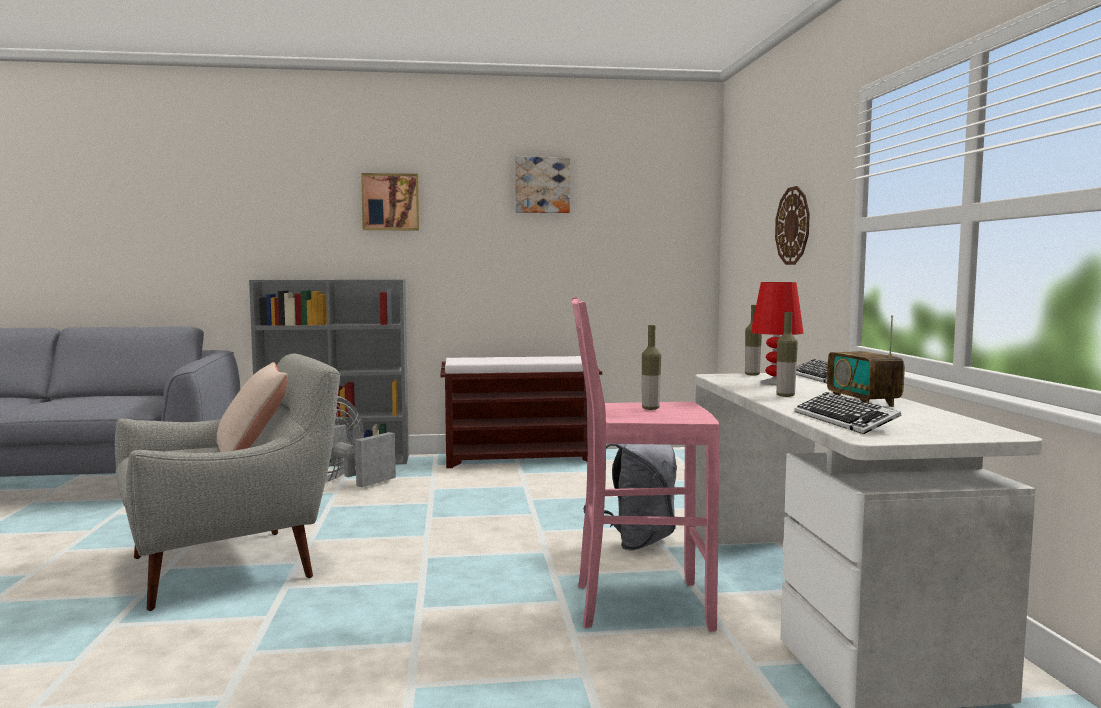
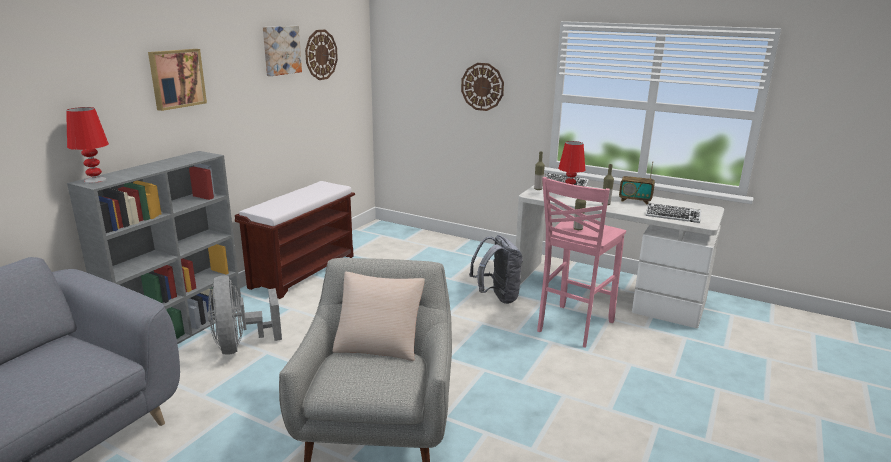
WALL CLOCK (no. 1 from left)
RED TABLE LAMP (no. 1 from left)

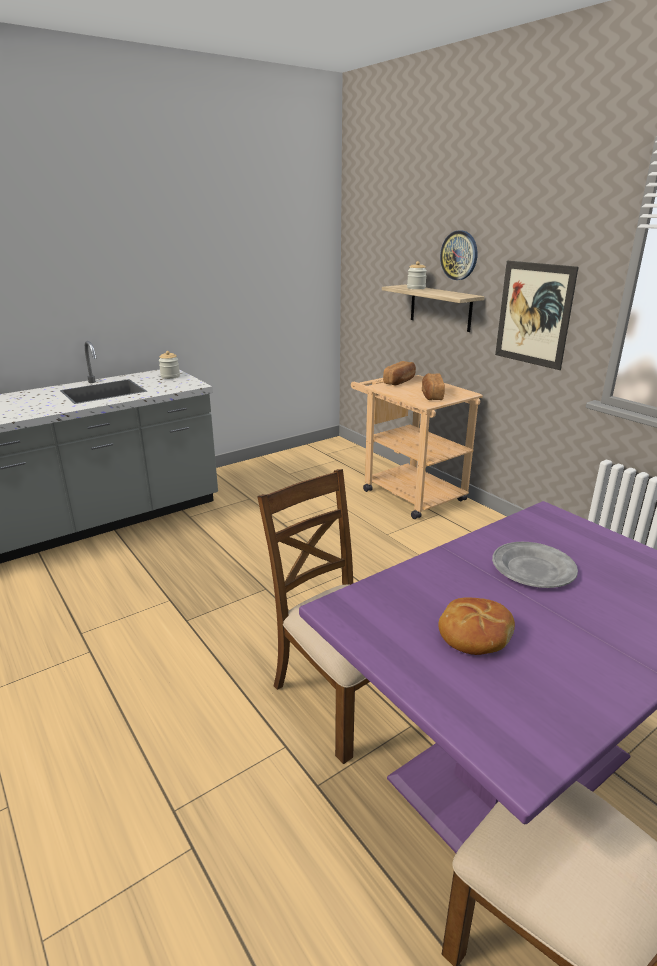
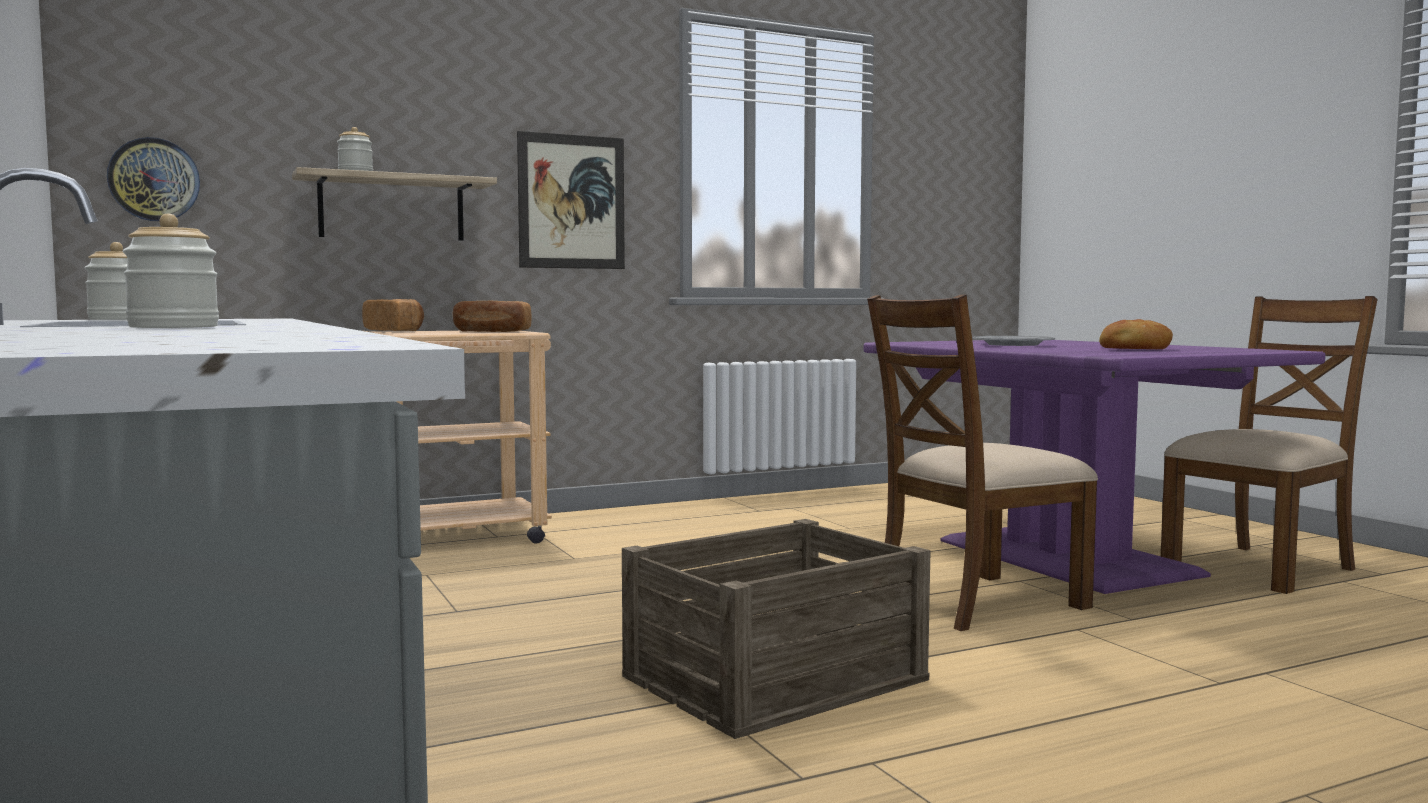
WALL CLOCK
JAR (no. 2 from left)
CRATE

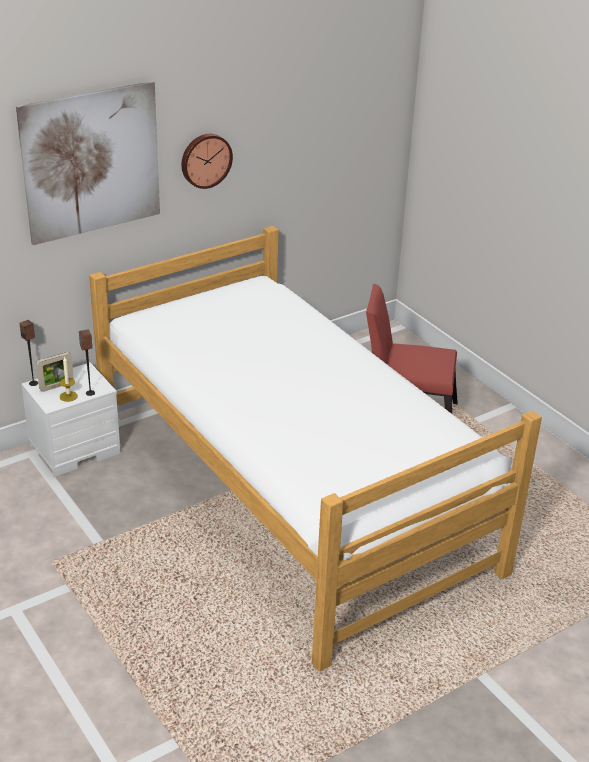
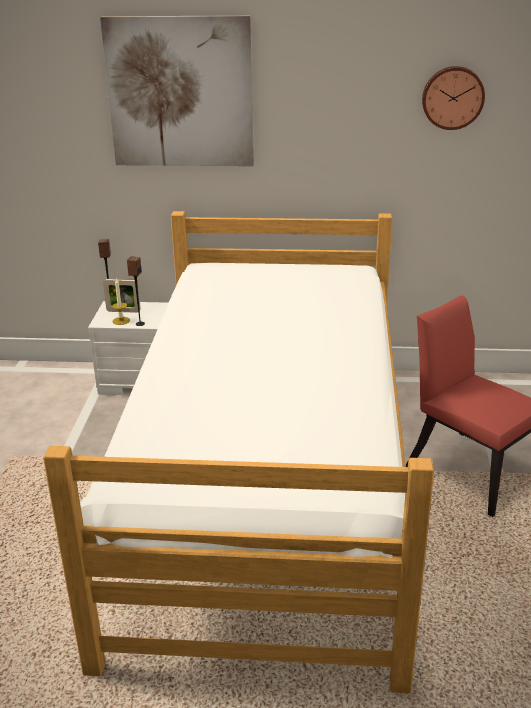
WALL CLOCK

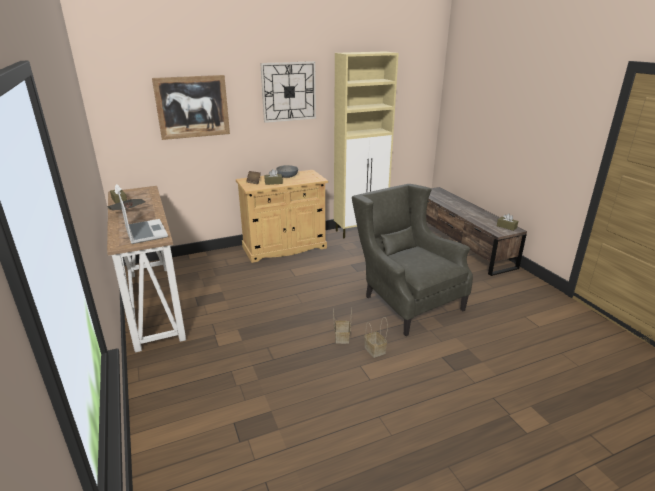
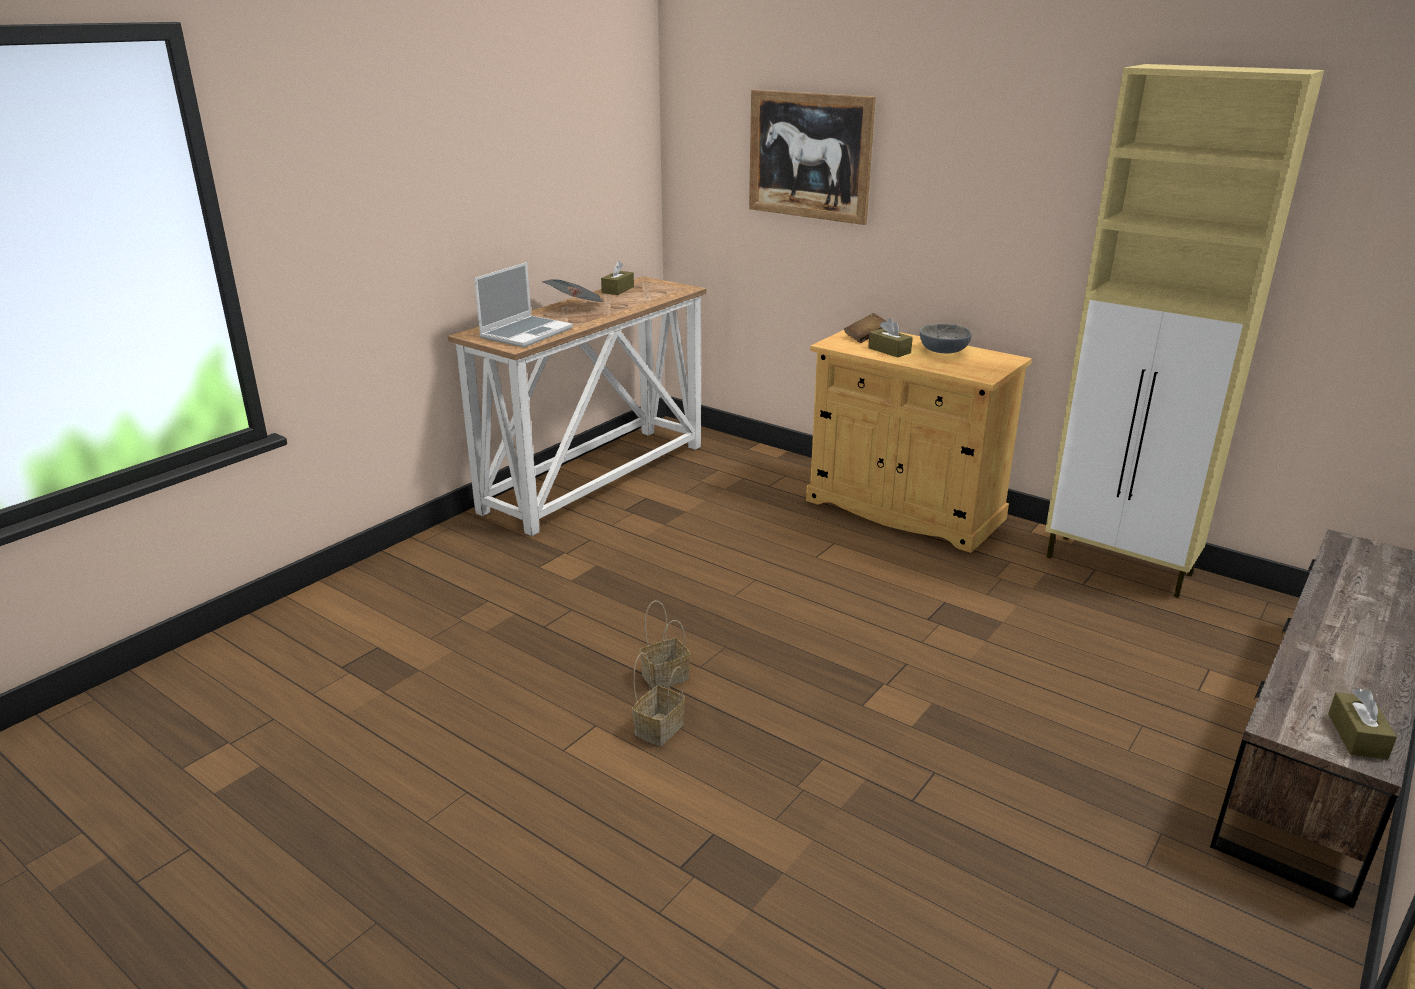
WALL CLOCK
GREY ARMCHAIR

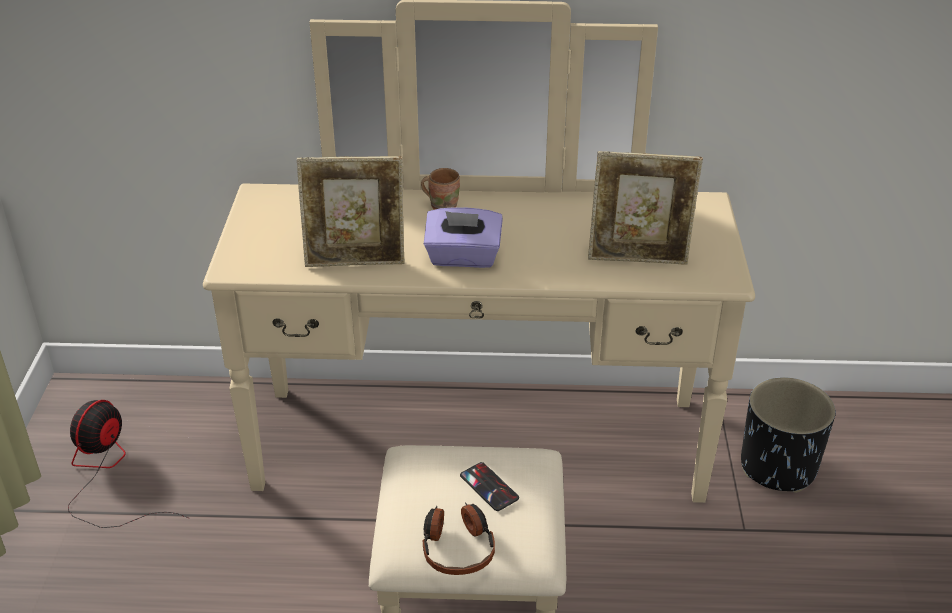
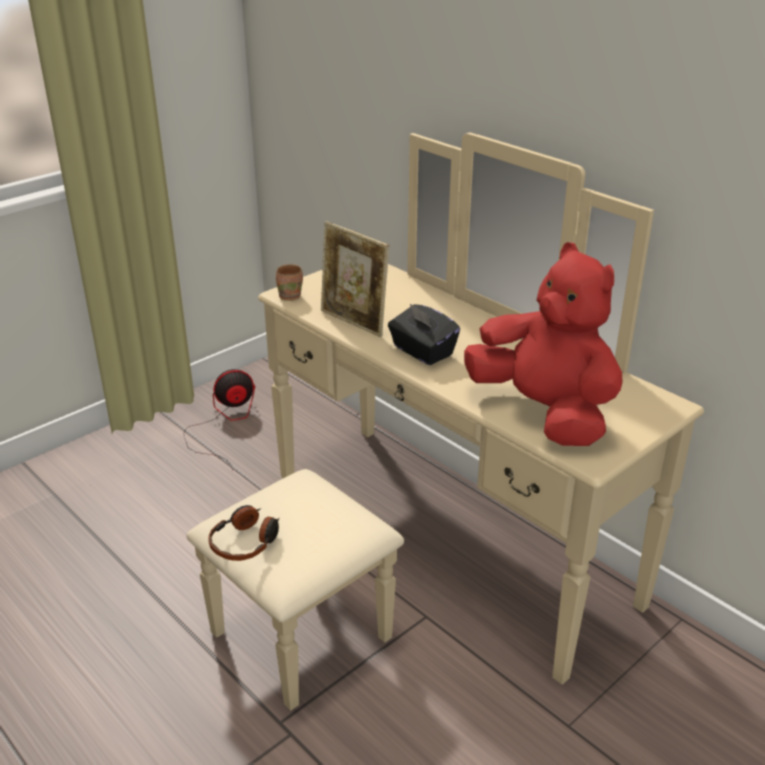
RED PLUSH TOY
BROWN MUG
BLACK TISSUE BOX
BLACK PLANTER
PHONE

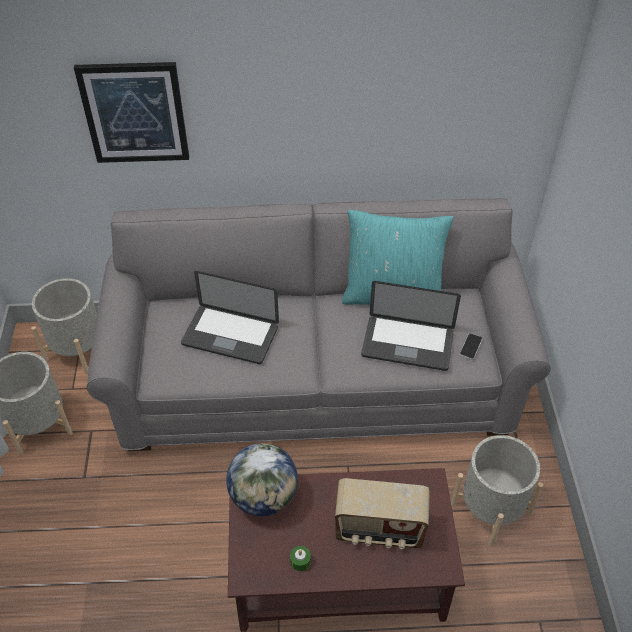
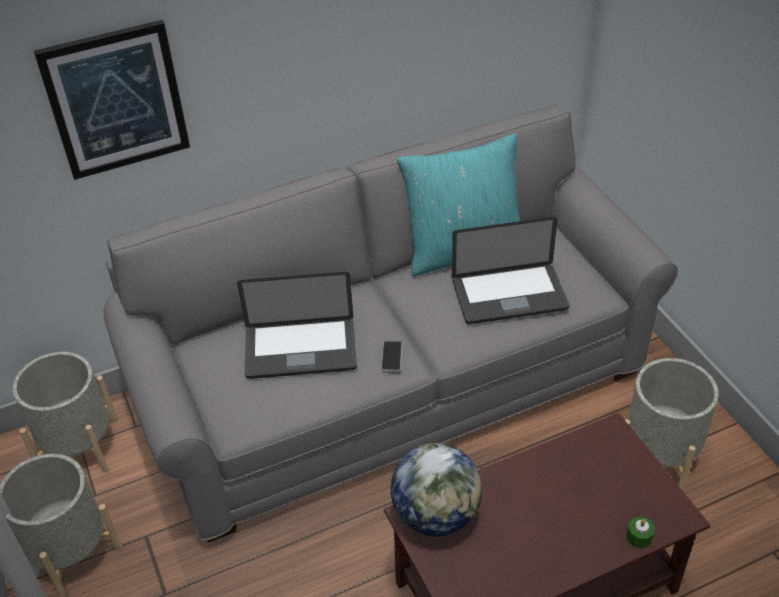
PHONE
RADIO
GREEN CANDLE

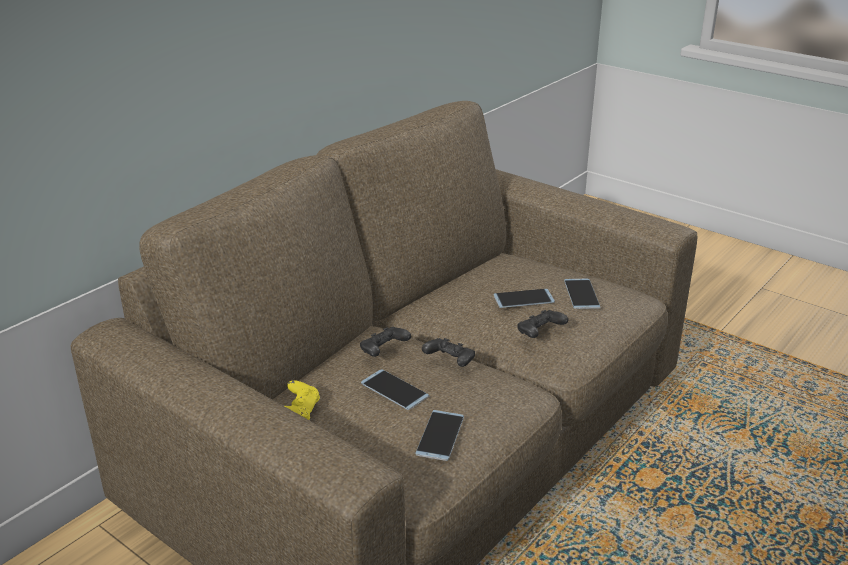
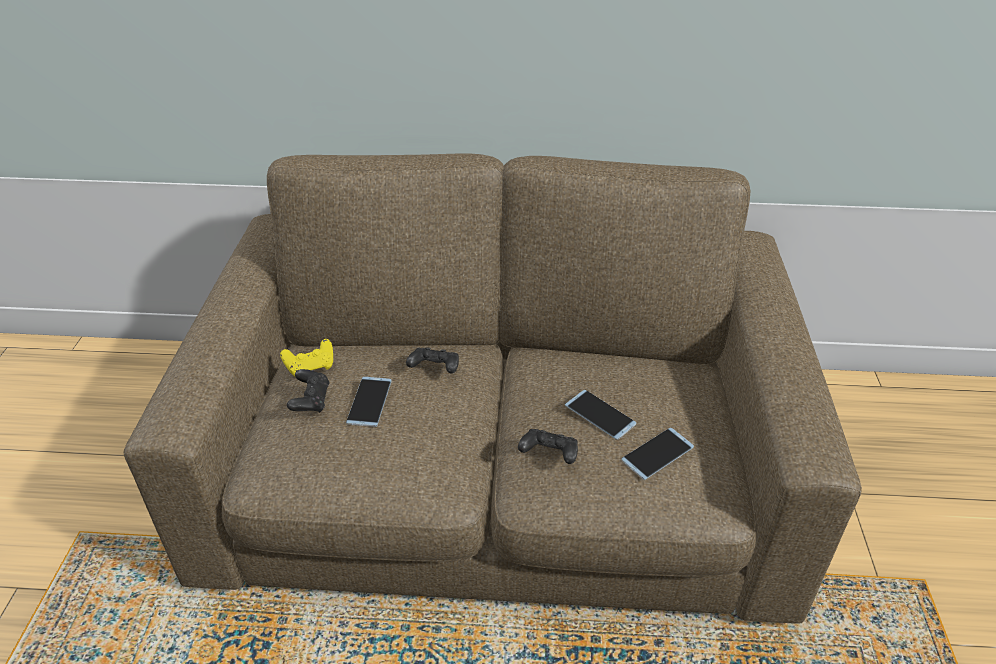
BLACK GAME CONTROLLER (no. 1 from left)
PHONE (no. 2 from left in the first image)

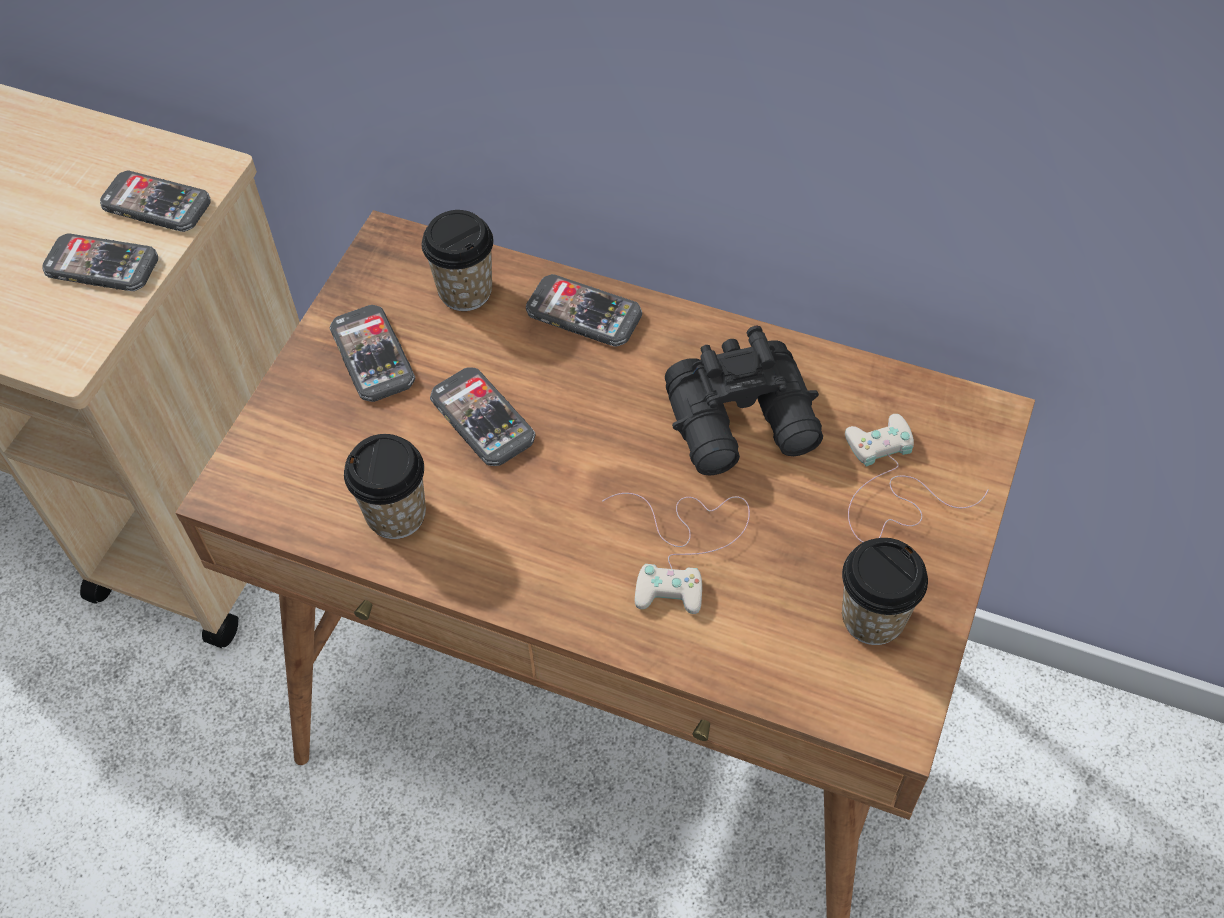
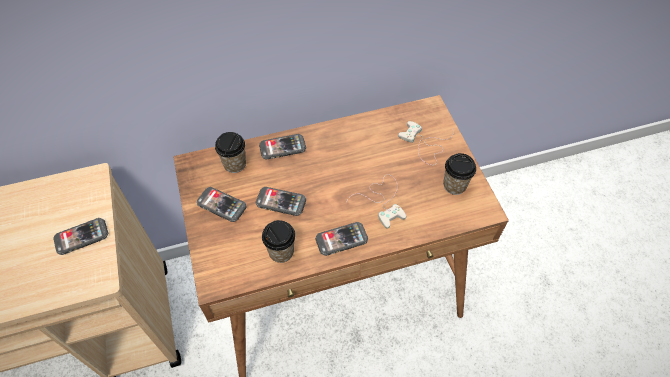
PHONE (no. 5 from left)
BLACK BINOCULARS

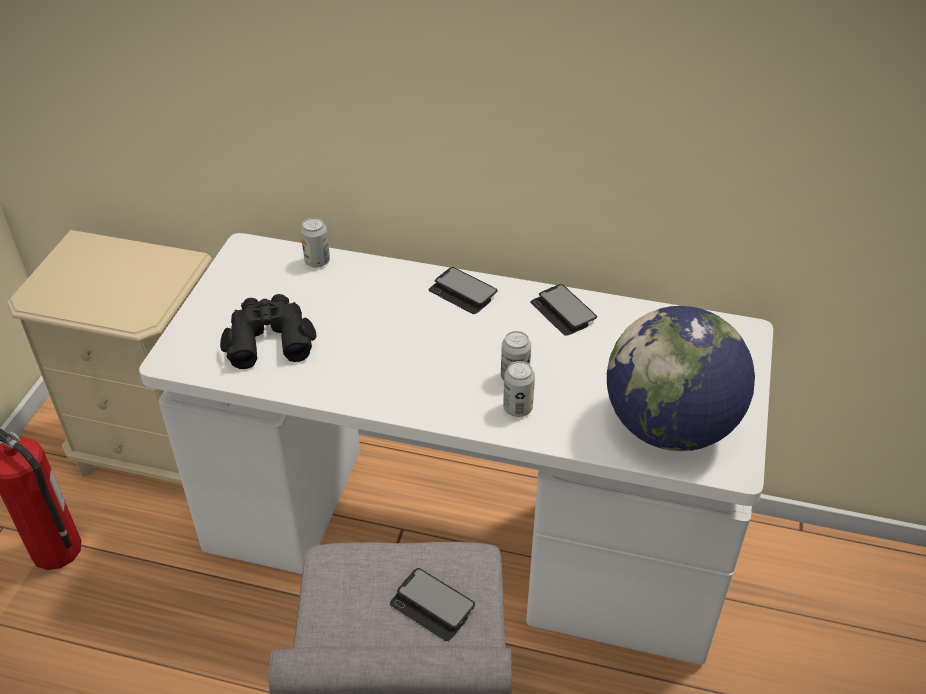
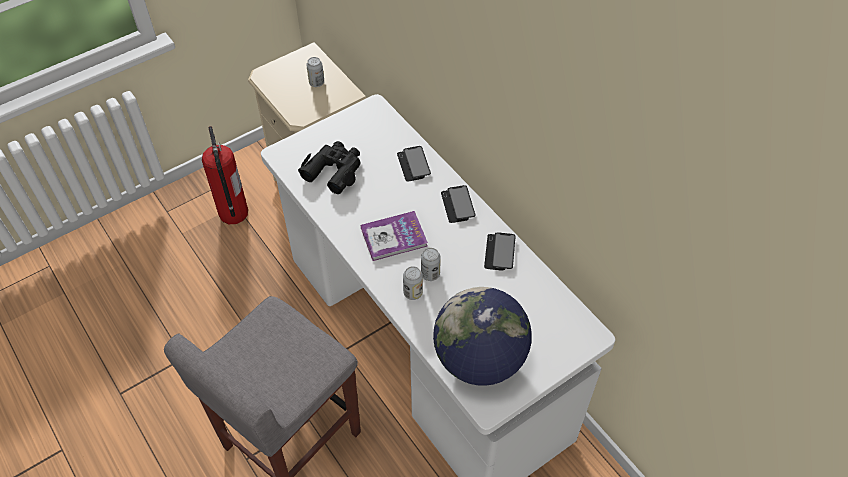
CAN (no. 1 from left)
PHONE (no. 1 from left)
BOOK

